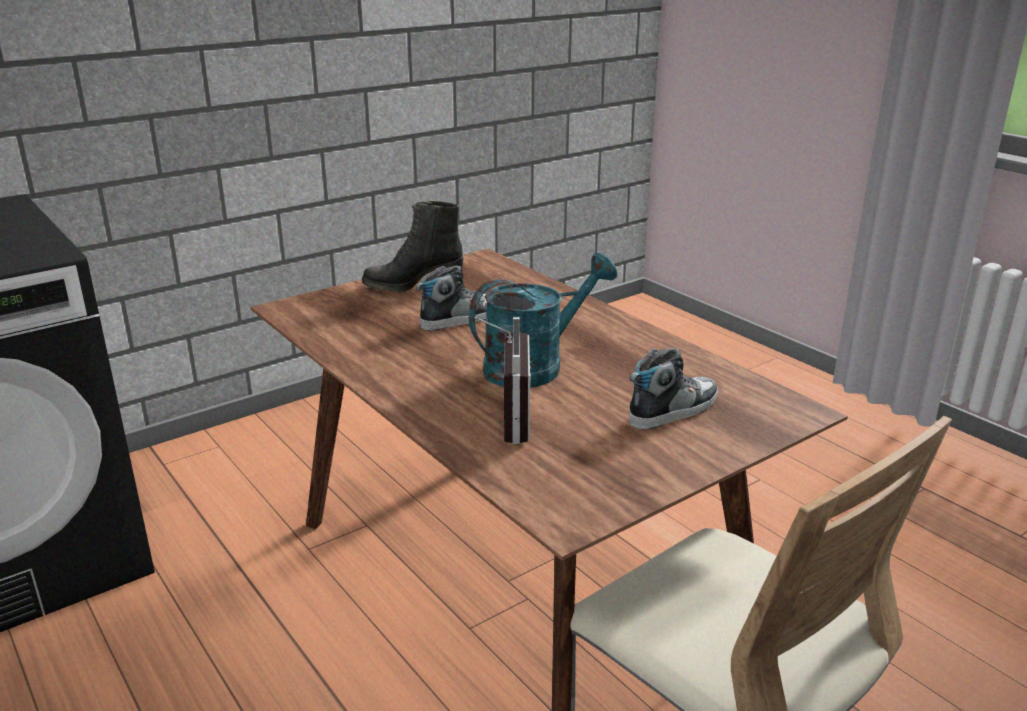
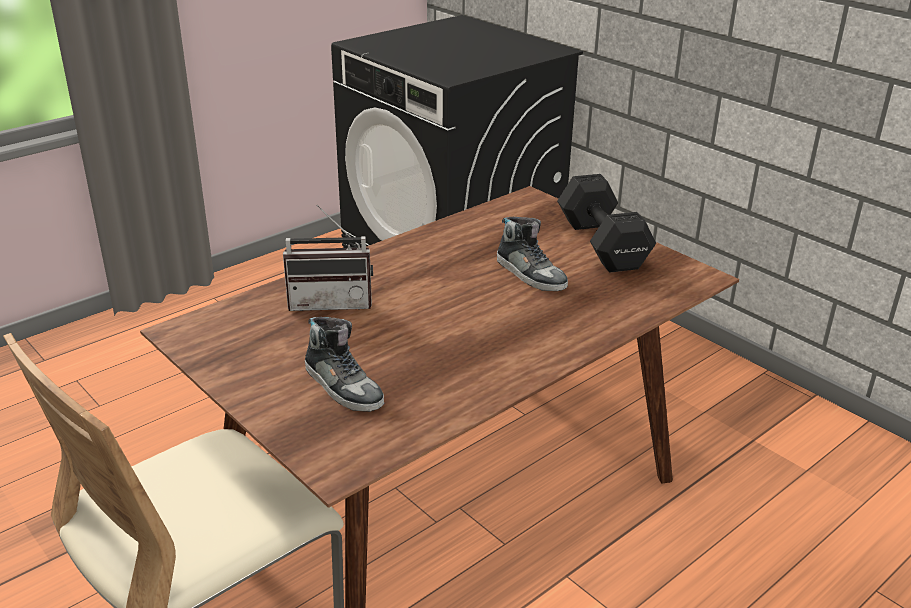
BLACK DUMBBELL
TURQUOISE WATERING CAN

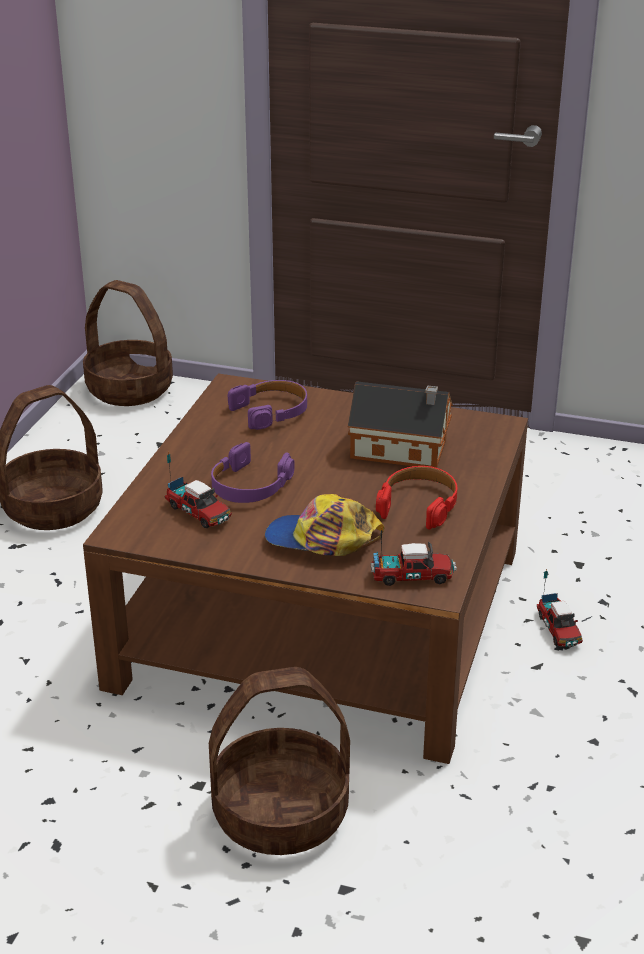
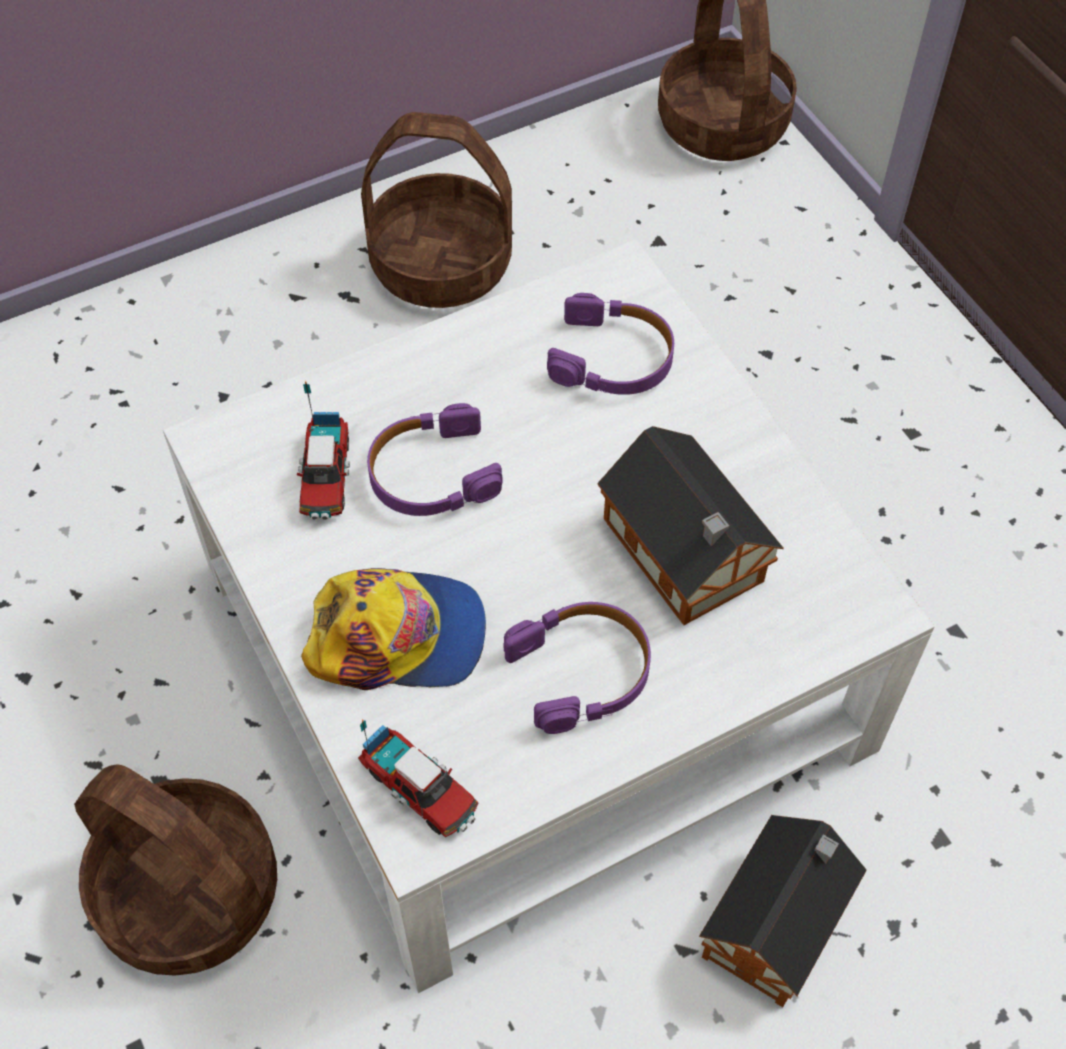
WHITE COFFEE TABLE
PURPLE HEADPHONES (no. 2 from left)
CAP
TOY HOUSE (no. 2 from left)

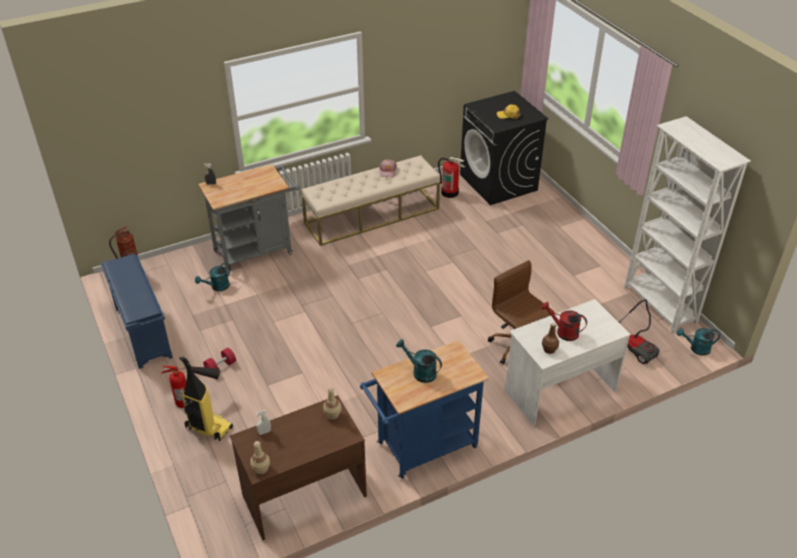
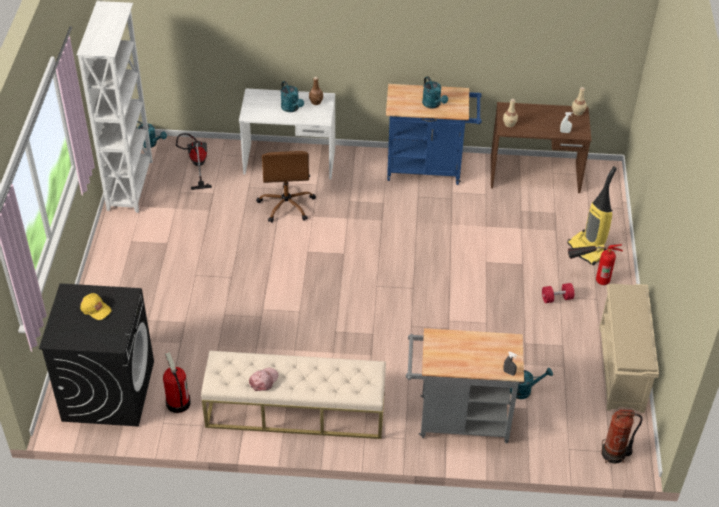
BEIGE SHOE RACK
TURQUOISE WATERING CAN (no. 2 from left)

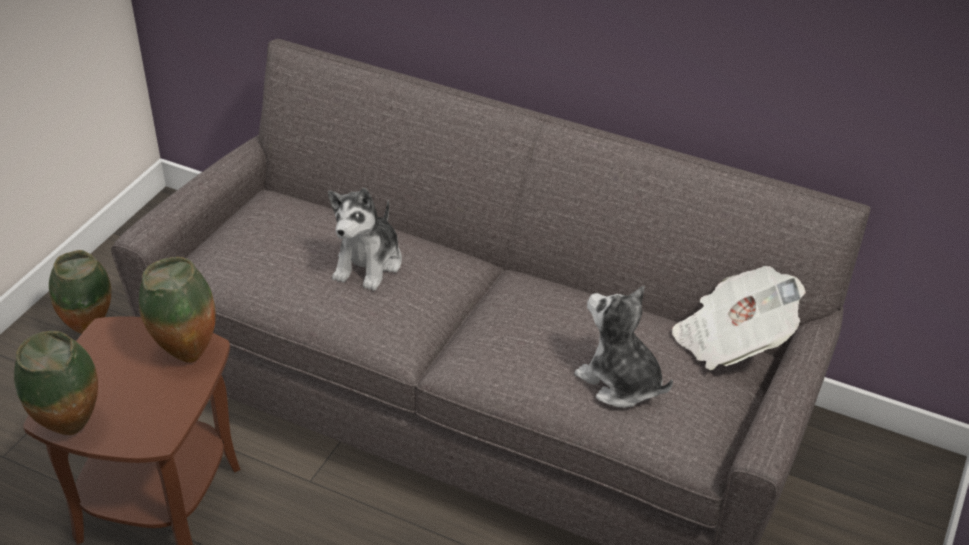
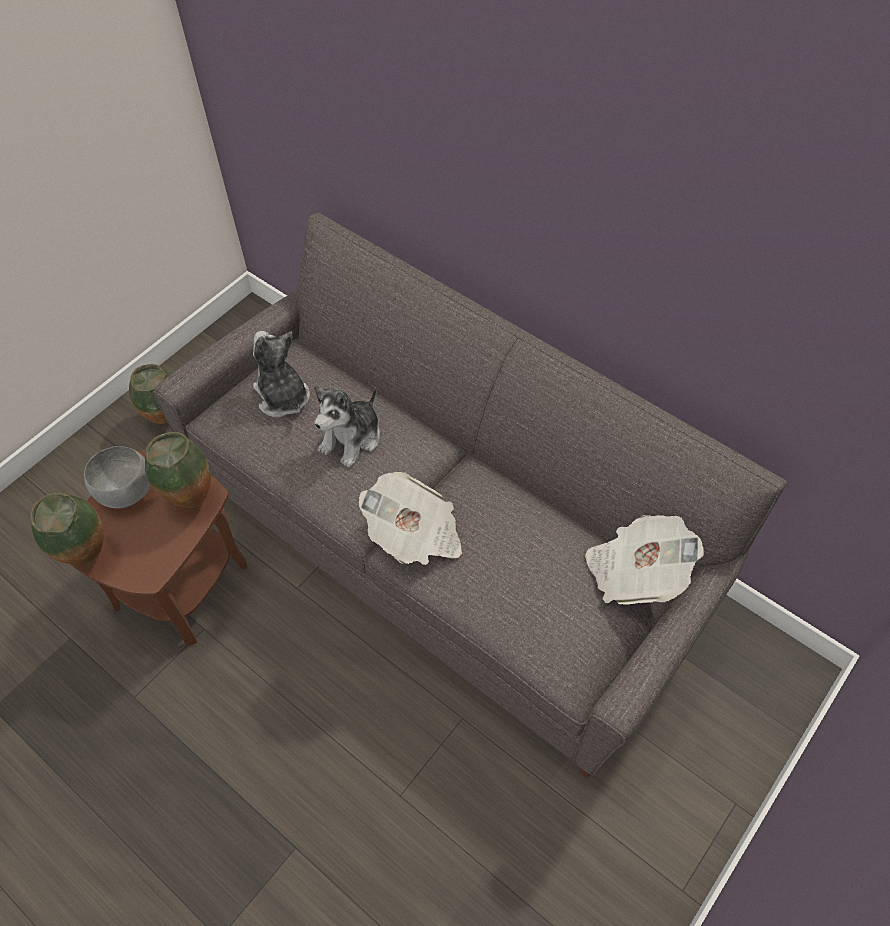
PLUSH TOY (no. 1 from left)
GREY BOWL
NEWSPAPER (no. 1 from left)

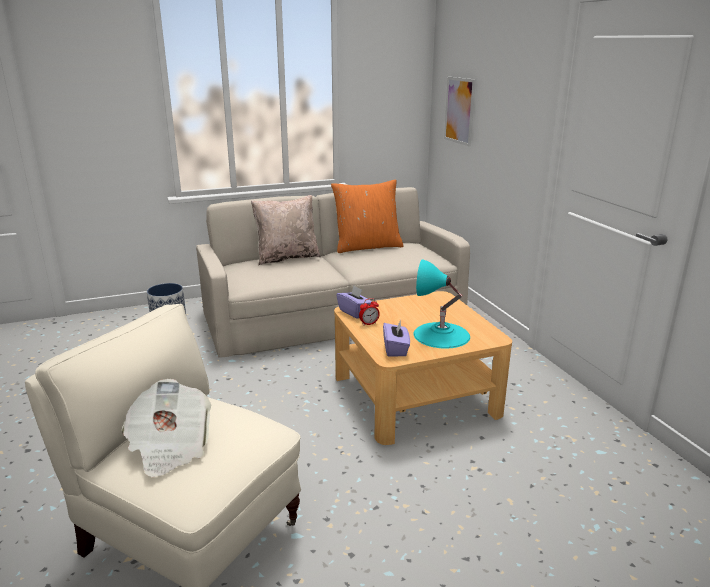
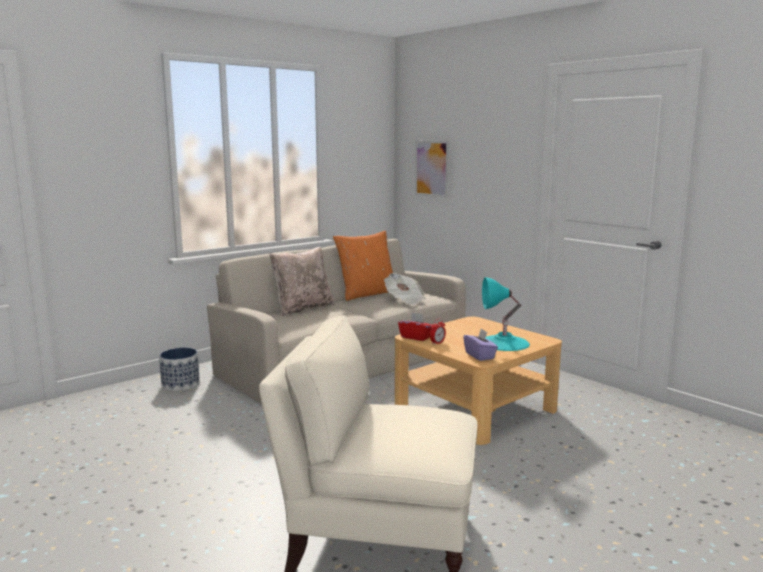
RED TISSUE BOX
NEWSPAPER

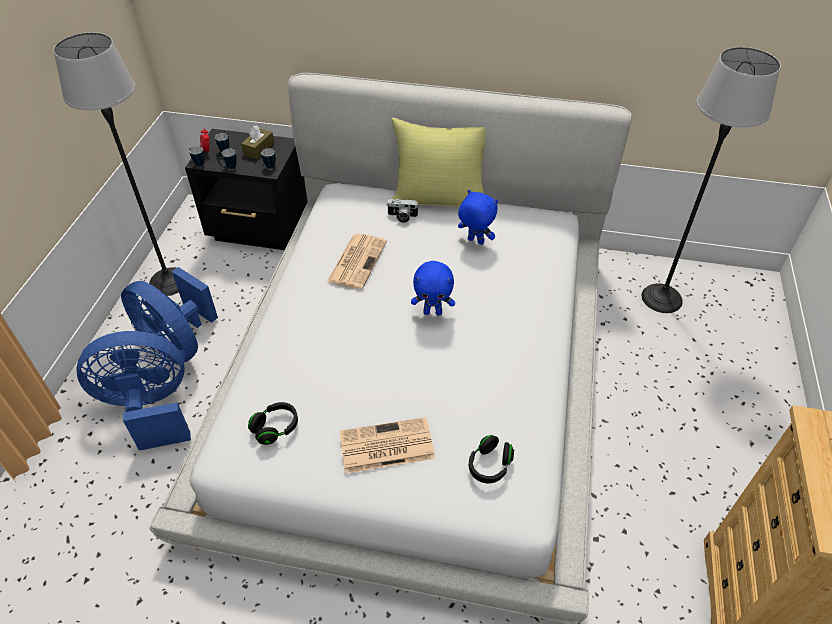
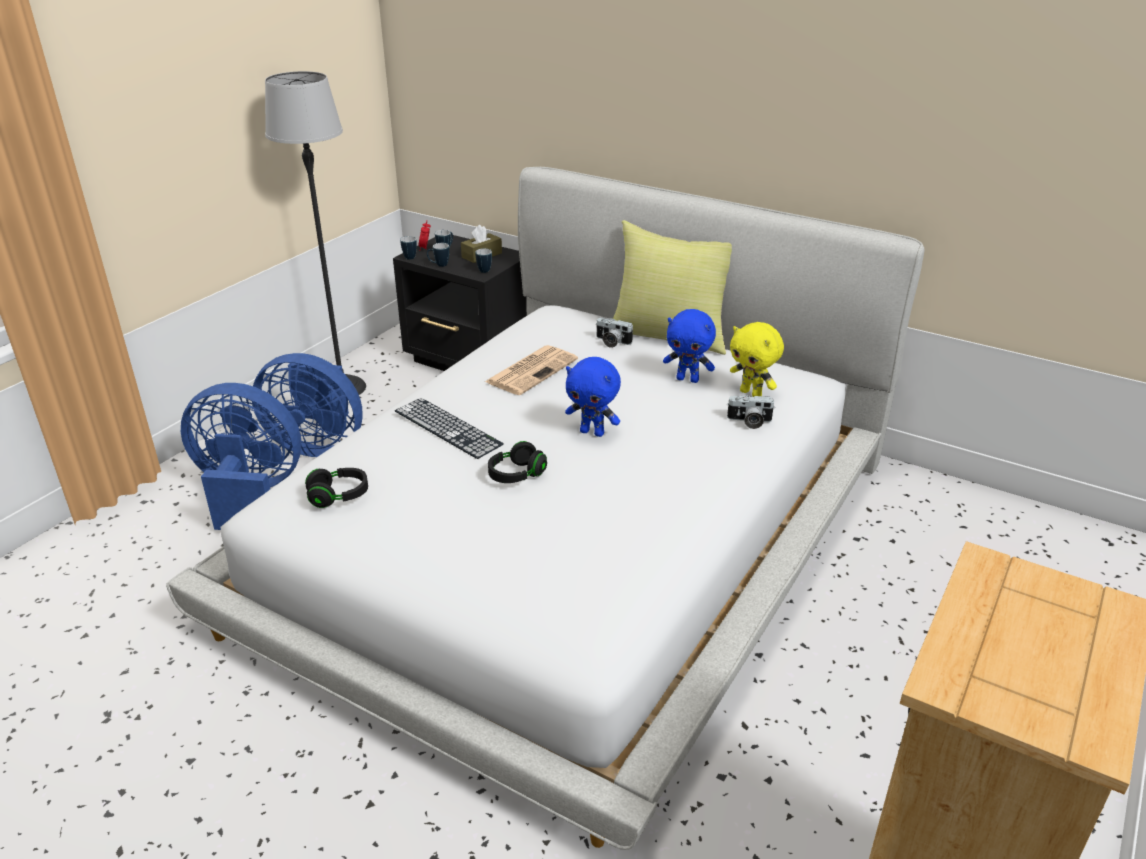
FLOOR LAMP (no. 2 from left in the first image)
BLUE PLUSH TOY (no. 2 from left)
BLUE FAN (no. 2 from left)
NEWSPAPER (no. 2 from left in the first image)
BLACK HEADPHONES (no. 2 from left)
YELLOW PLUSH TOY
PHOTO CAMERA (no. 2 from left)
KEYBOARD

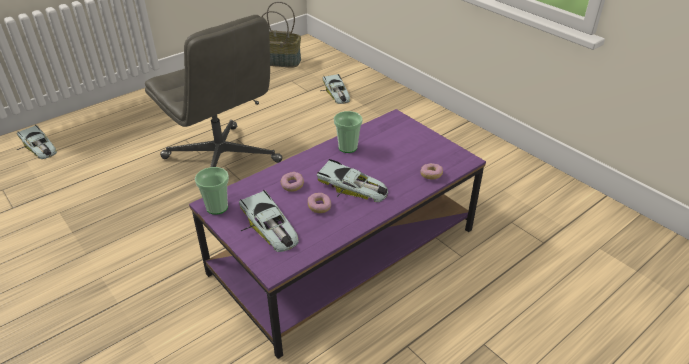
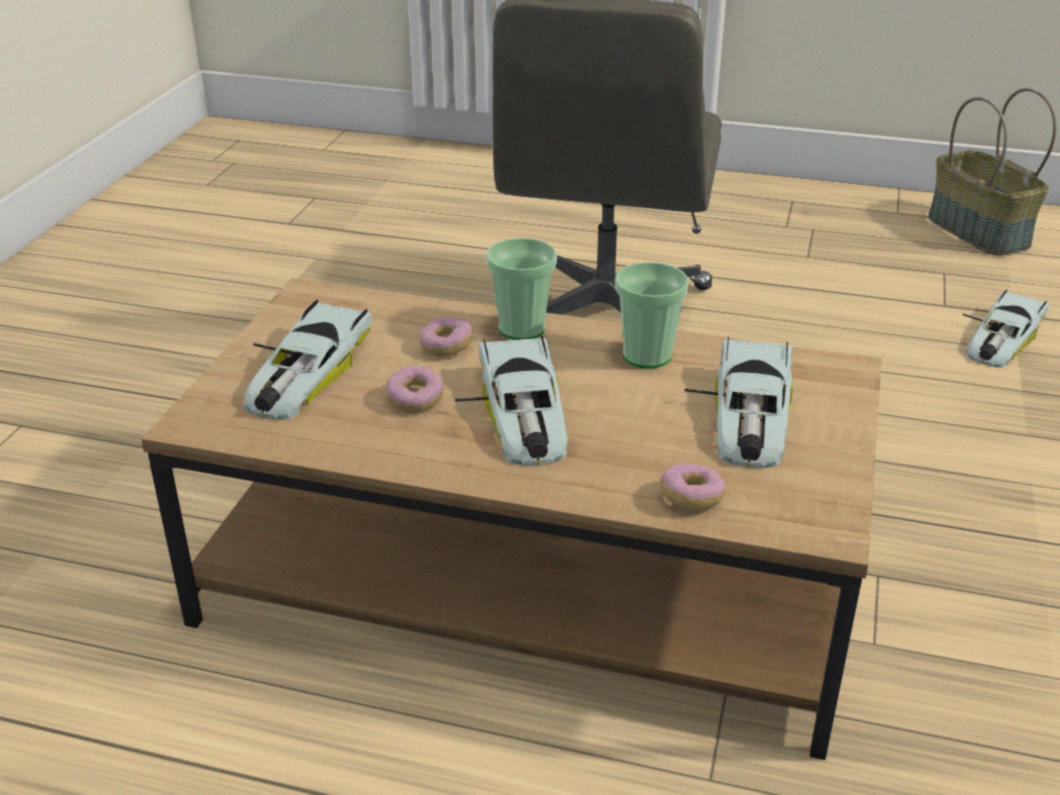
BROWN COFFEE TABLE
TOY CAR (no. 3 from left)
CUP (no. 1 from left)

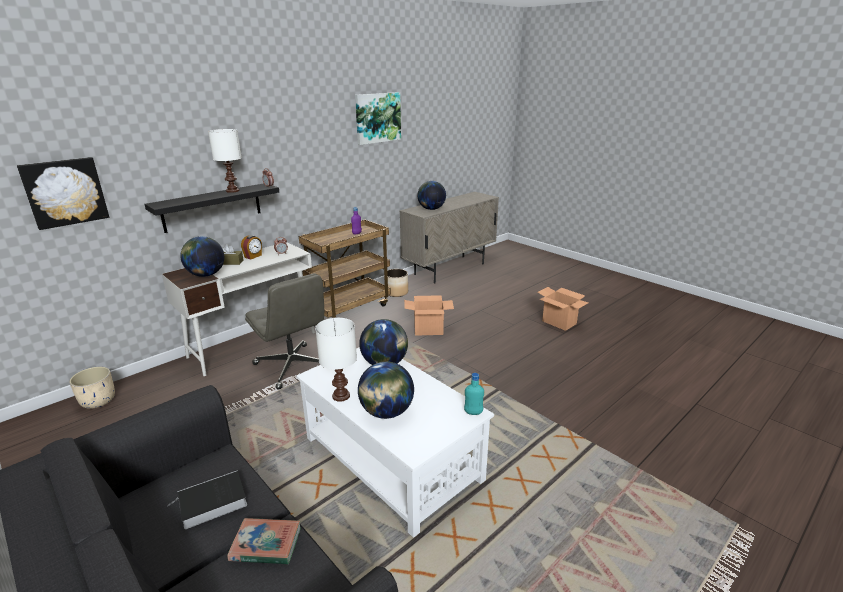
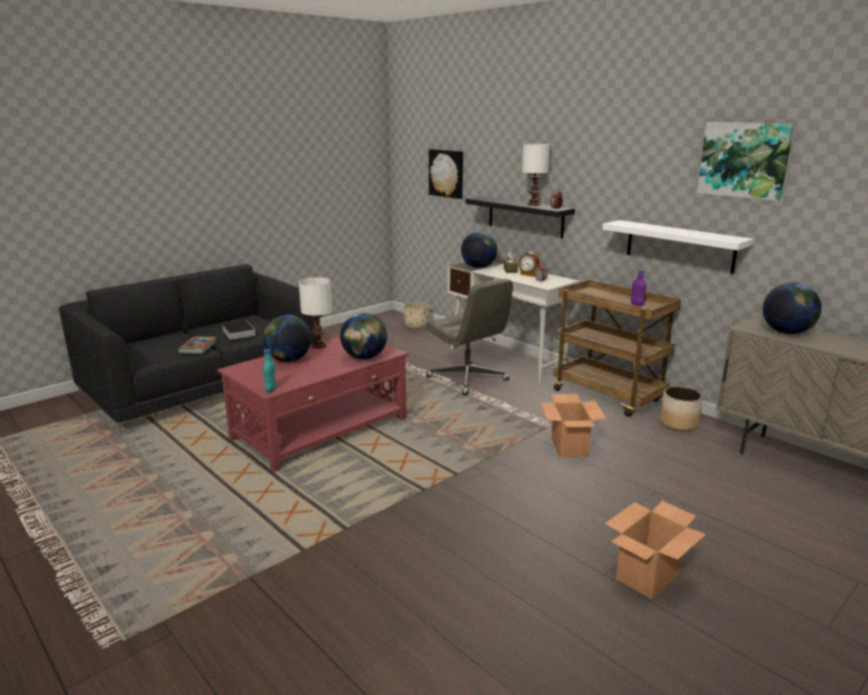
GREY OFFICE CHAIR
RED COFFEE TABLE
WHITE SHELF

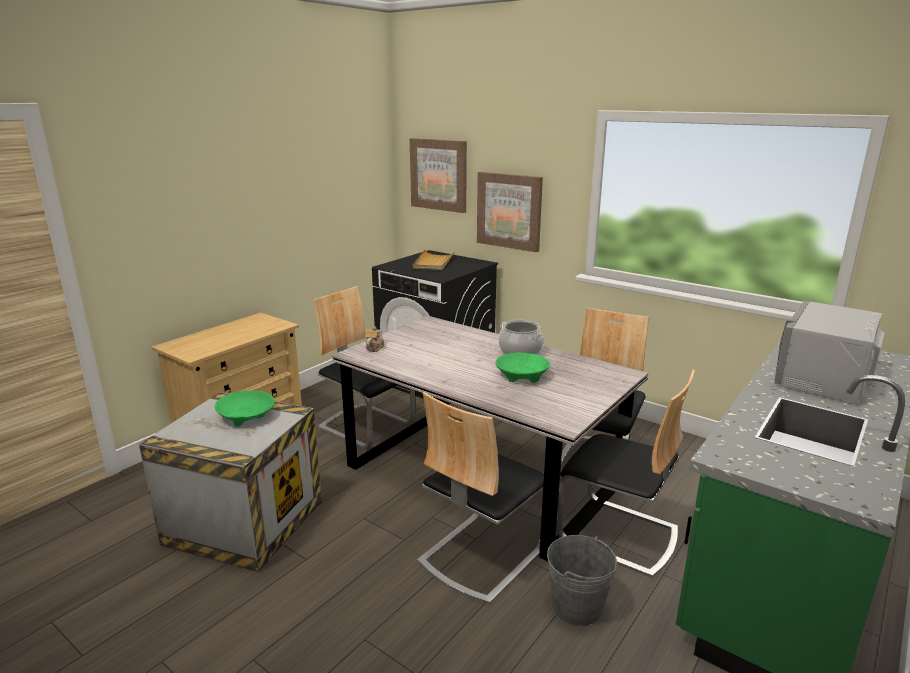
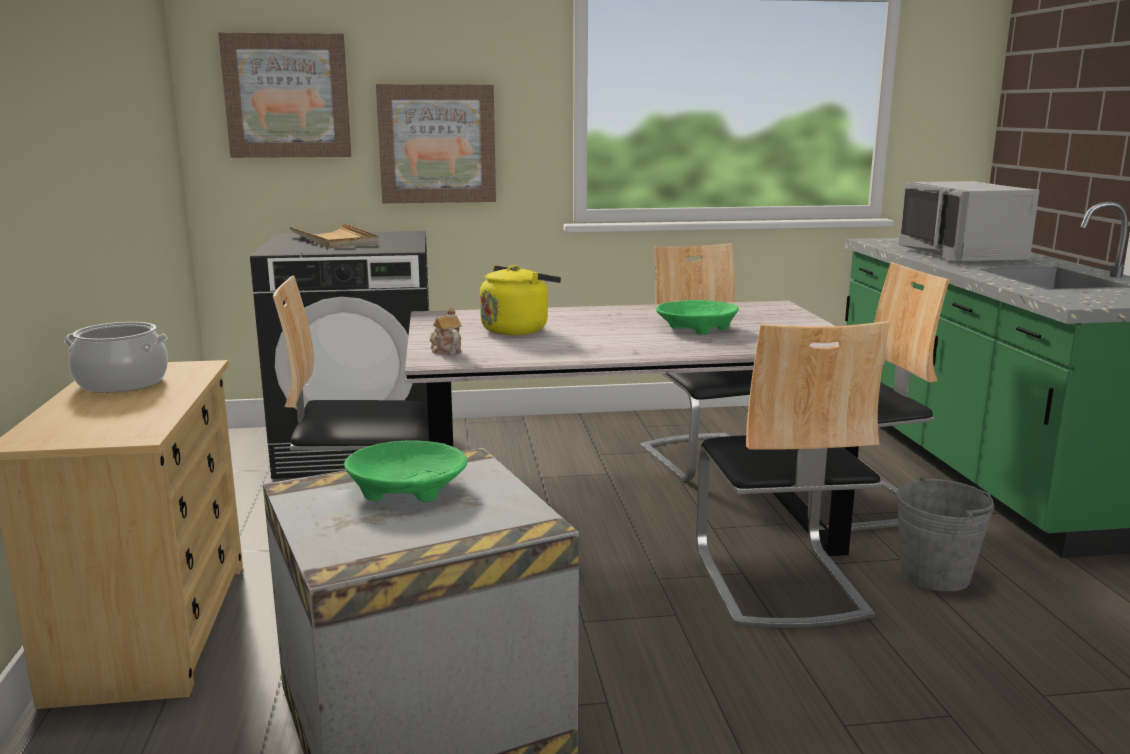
COOKING POT
YELLOW KETTLE

